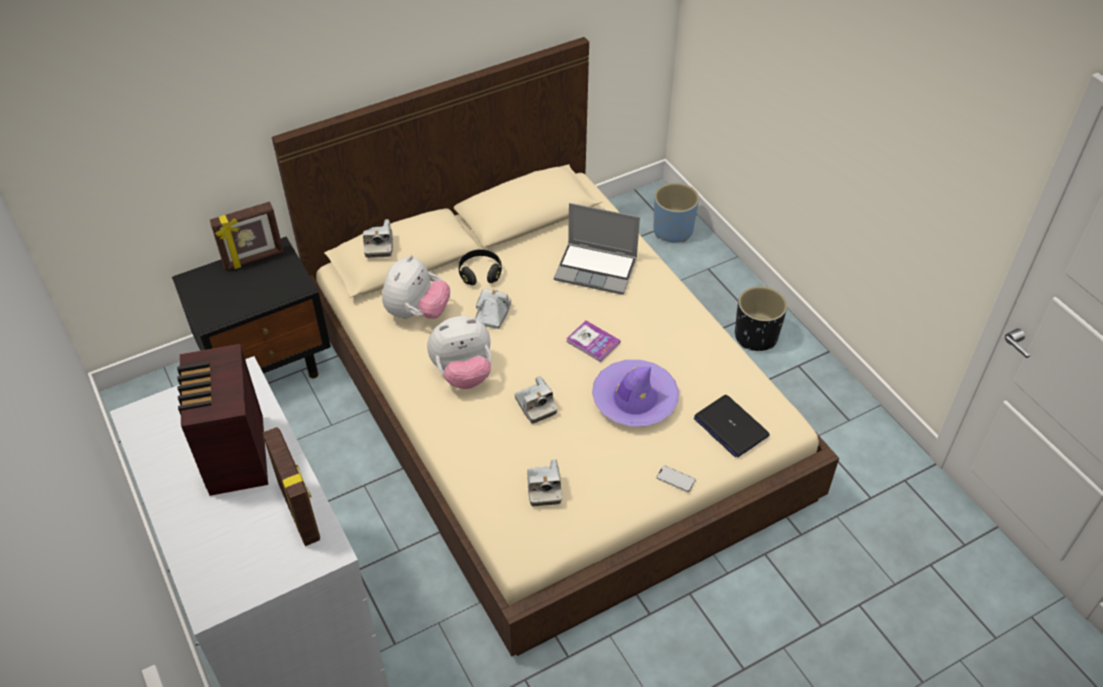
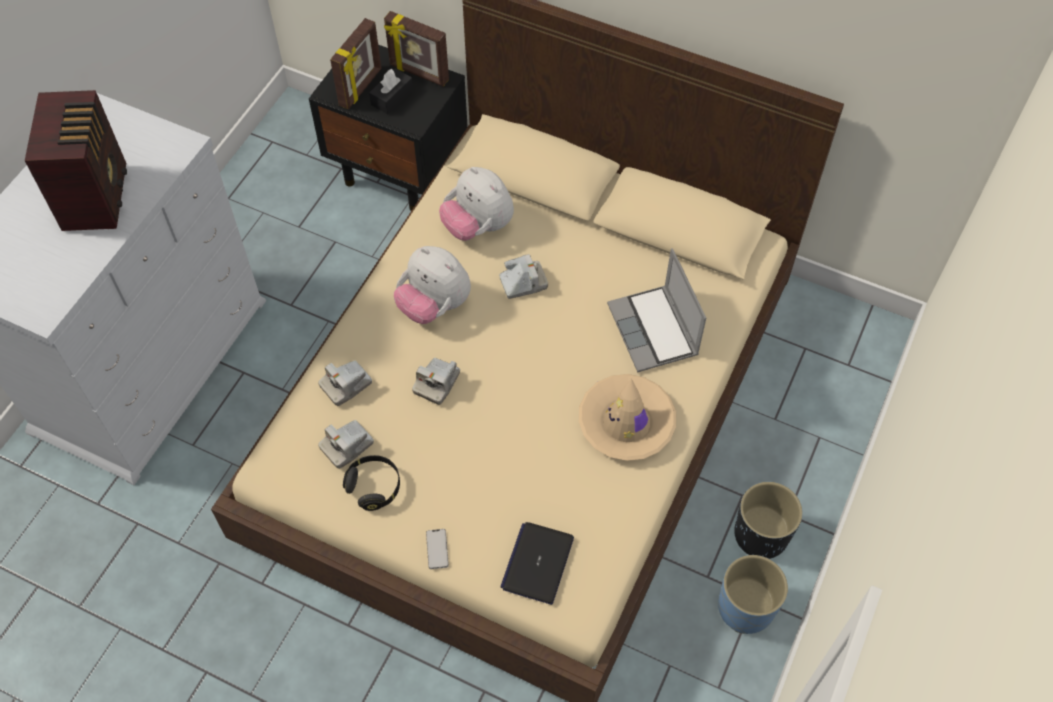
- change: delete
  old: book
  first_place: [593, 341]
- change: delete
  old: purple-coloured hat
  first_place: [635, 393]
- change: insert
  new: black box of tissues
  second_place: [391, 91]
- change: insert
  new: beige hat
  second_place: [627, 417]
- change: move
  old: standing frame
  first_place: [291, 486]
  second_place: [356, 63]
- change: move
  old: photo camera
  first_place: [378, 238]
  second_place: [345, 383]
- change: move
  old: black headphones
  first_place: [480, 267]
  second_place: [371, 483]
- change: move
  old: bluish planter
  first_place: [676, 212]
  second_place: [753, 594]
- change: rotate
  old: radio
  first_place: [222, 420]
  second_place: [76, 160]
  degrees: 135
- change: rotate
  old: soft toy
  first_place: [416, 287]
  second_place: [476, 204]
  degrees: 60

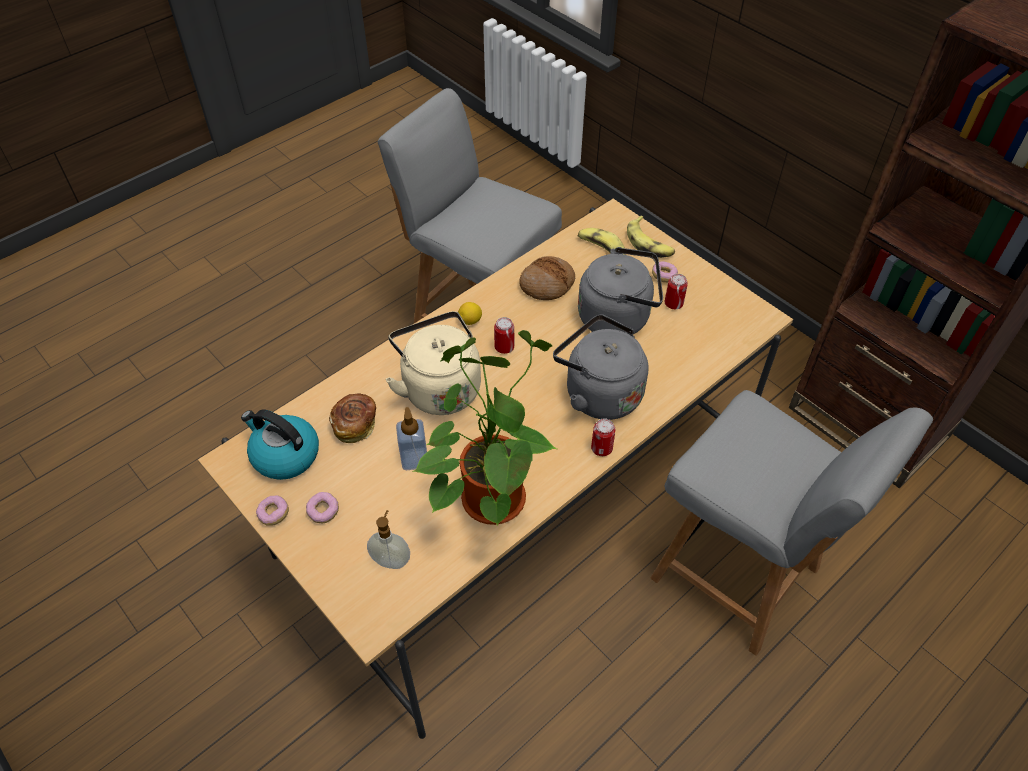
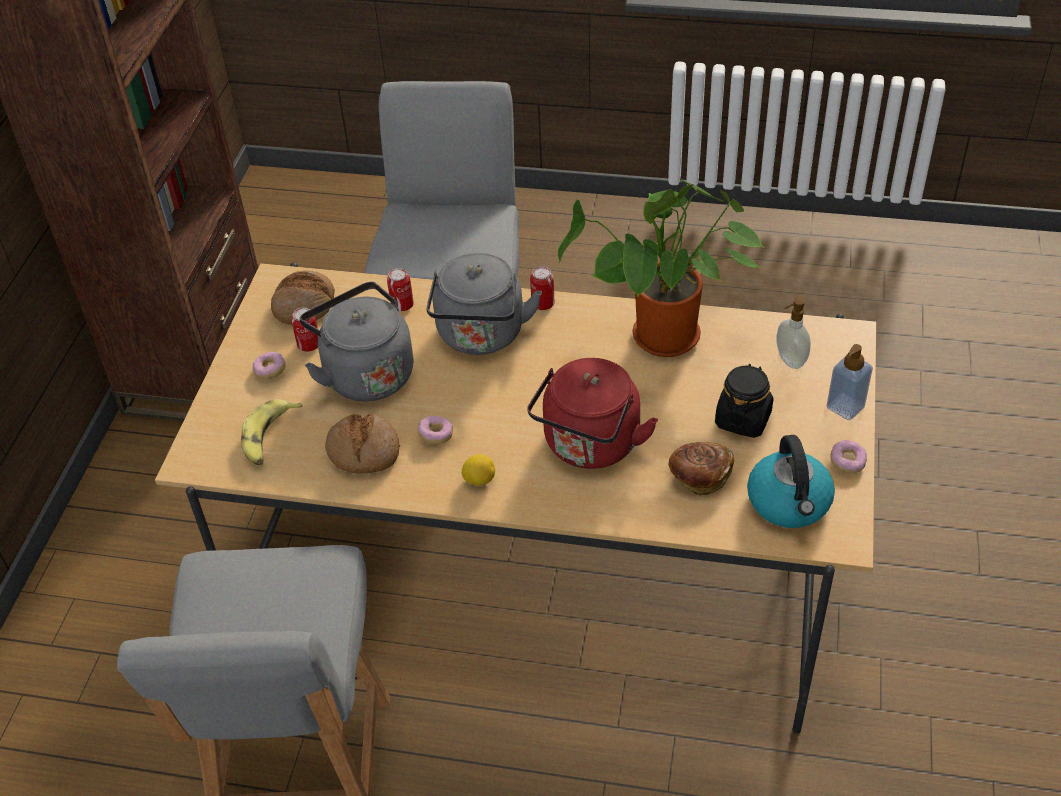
- change: delete
  old: banana fruit
  first_place: [651, 237]
- change: insert
  new: bakery bread
  second_place: [303, 297]
- change: insert
  new: black jar
  second_place: [744, 401]
- change: move
  old: doughnut
  first_place: [322, 507]
  second_place: [435, 430]
- change: move
  old: liquid soap bottle
  first_place: [411, 438]
  second_place: [849, 382]
- change: move
  old: metal can
  first_place: [504, 335]
  second_place: [400, 289]
- change: recolor
  old: beige tea kettle
  new: red tea kettle
  first_place: [433, 363]
  second_place: [592, 413]

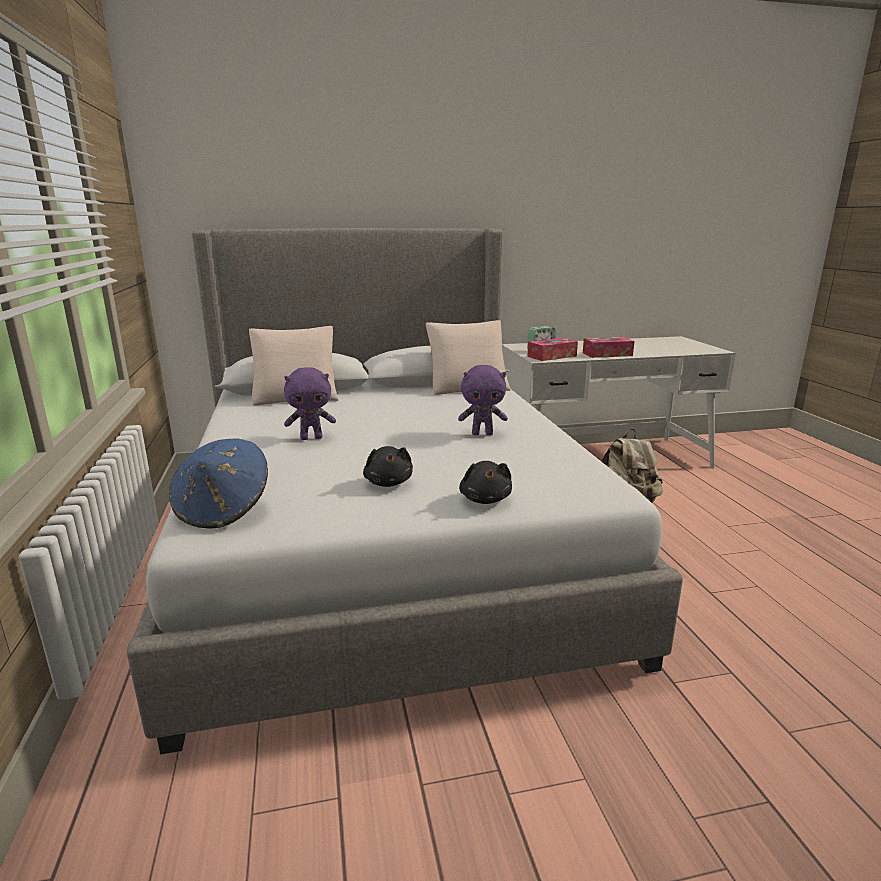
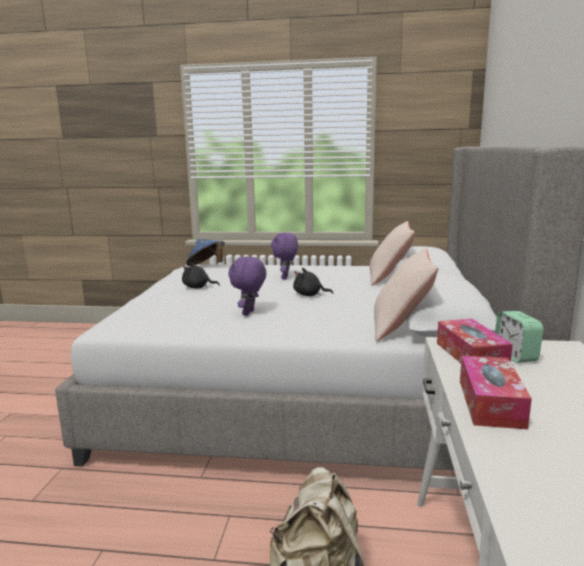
- change: move
  old: black soft toy
  first_place: [485, 482]
  second_place: [313, 282]

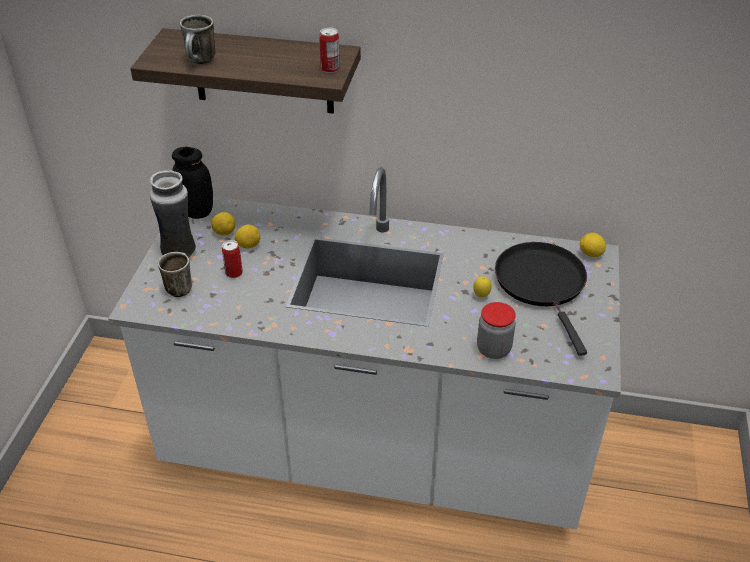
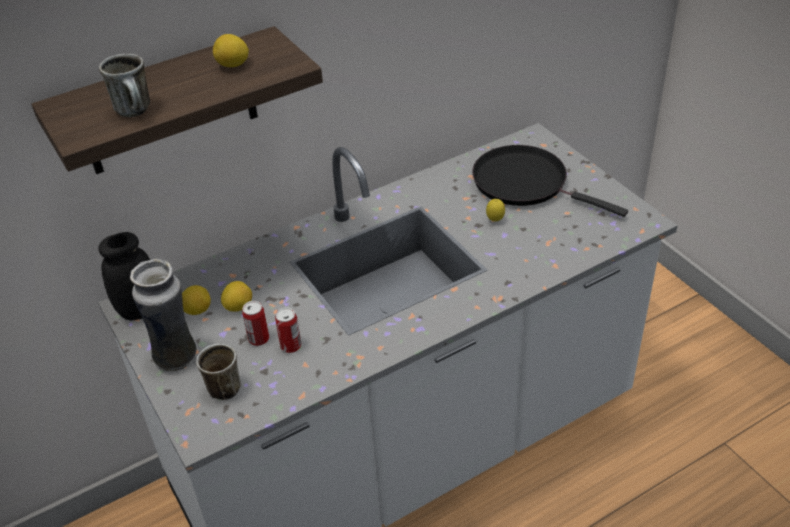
- change: delete
  old: jar
  first_place: [496, 330]
- change: move
  old: metal can
  first_place: [329, 50]
  second_place: [288, 330]
- change: move
  old: lemon
  first_place: [593, 245]
  second_place: [231, 50]

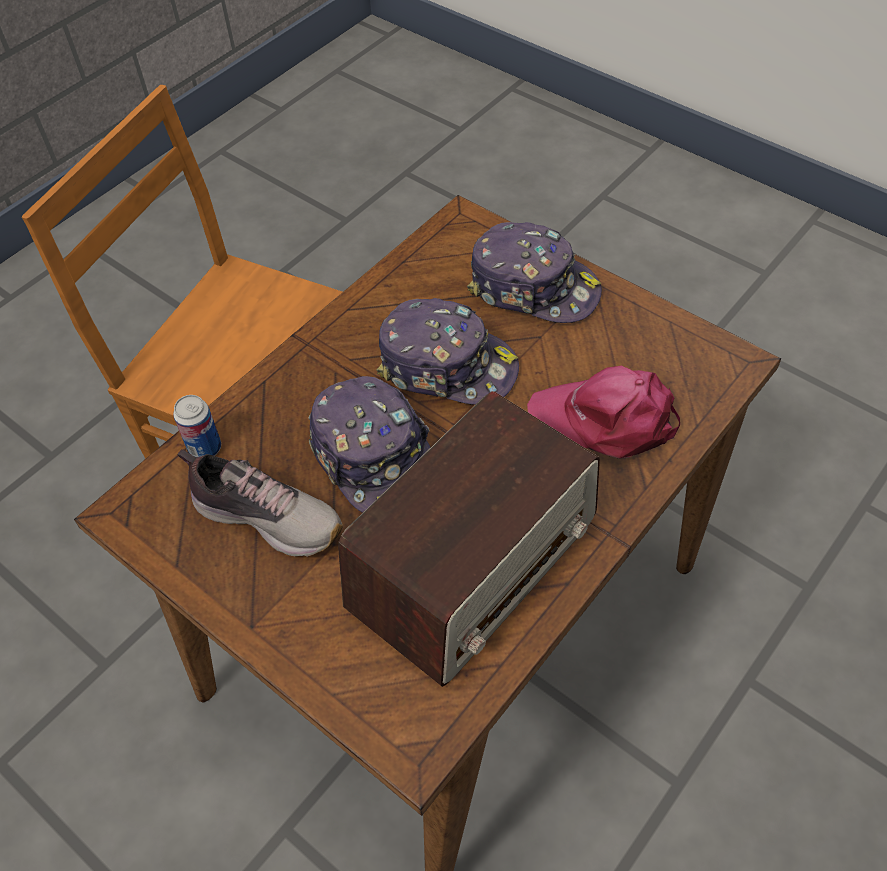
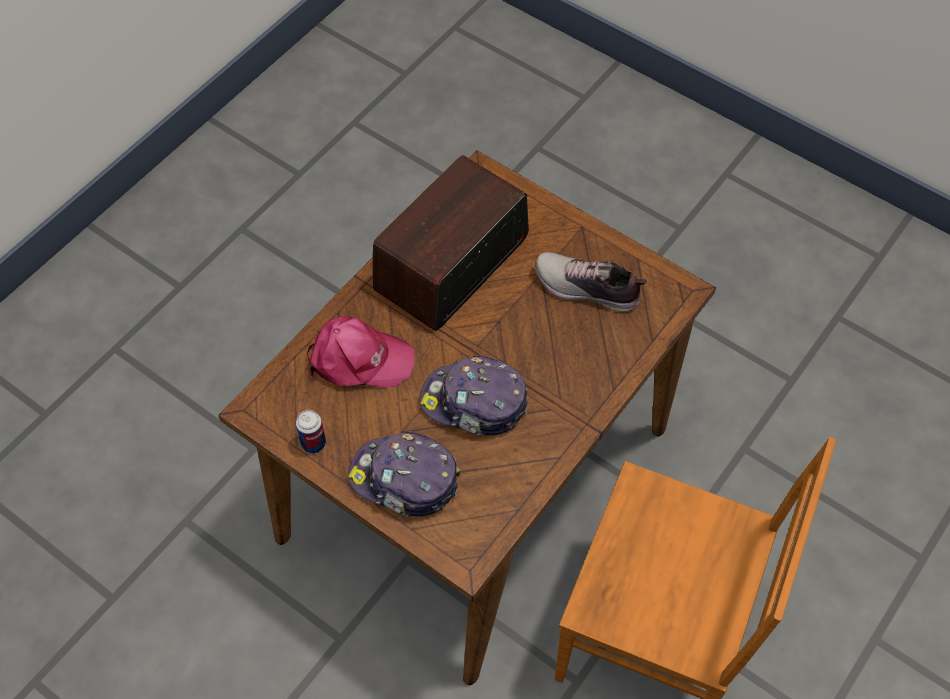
- change: delete
  old: cap
  first_place: [370, 444]
- change: move
  old: metal can
  first_place: [197, 426]
  second_place: [311, 431]

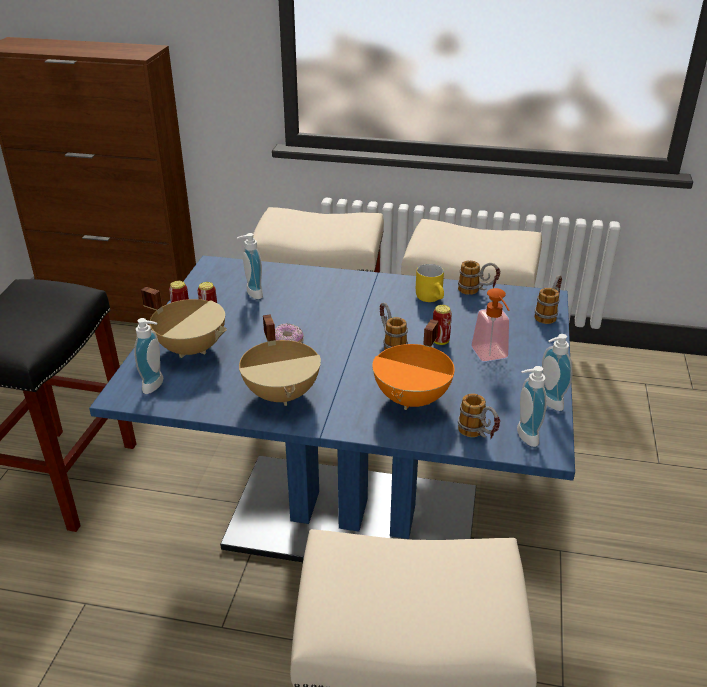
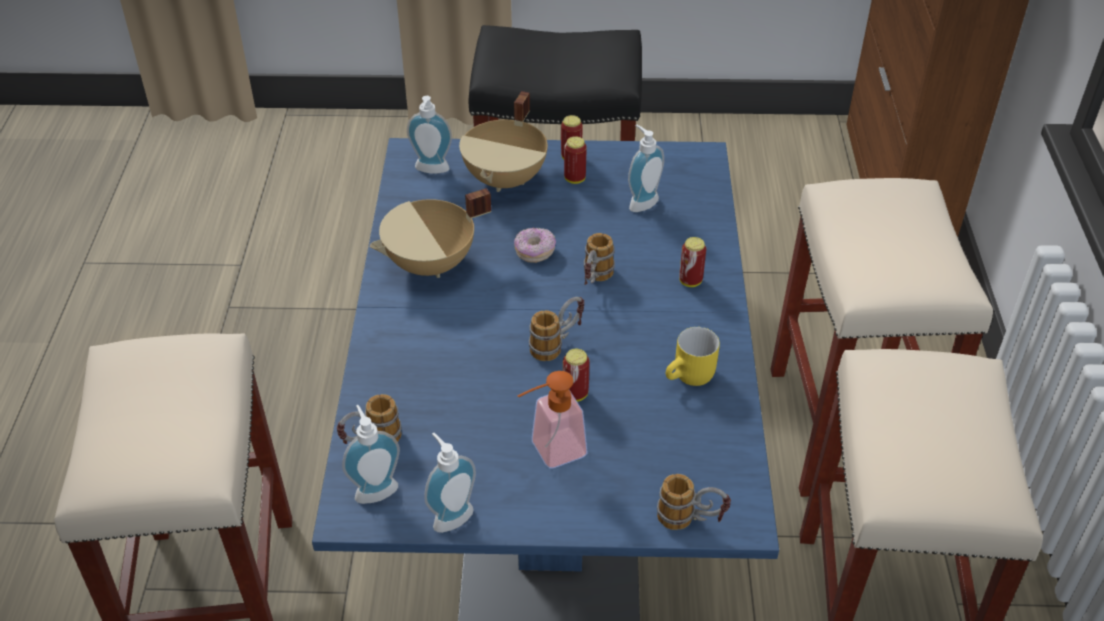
- change: delete
  old: orangey saucepot
  first_place: [413, 364]
- change: insert
  new: metal can
  second_place: [692, 262]
- change: move
  old: tea mug
  first_place: [479, 277]
  second_place: [599, 259]

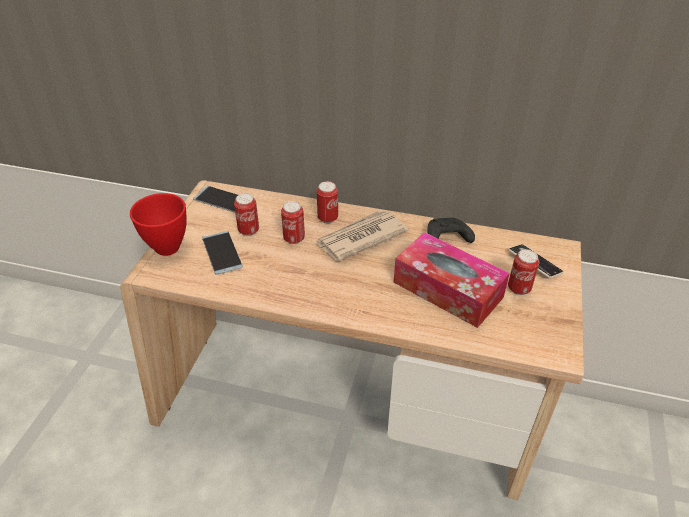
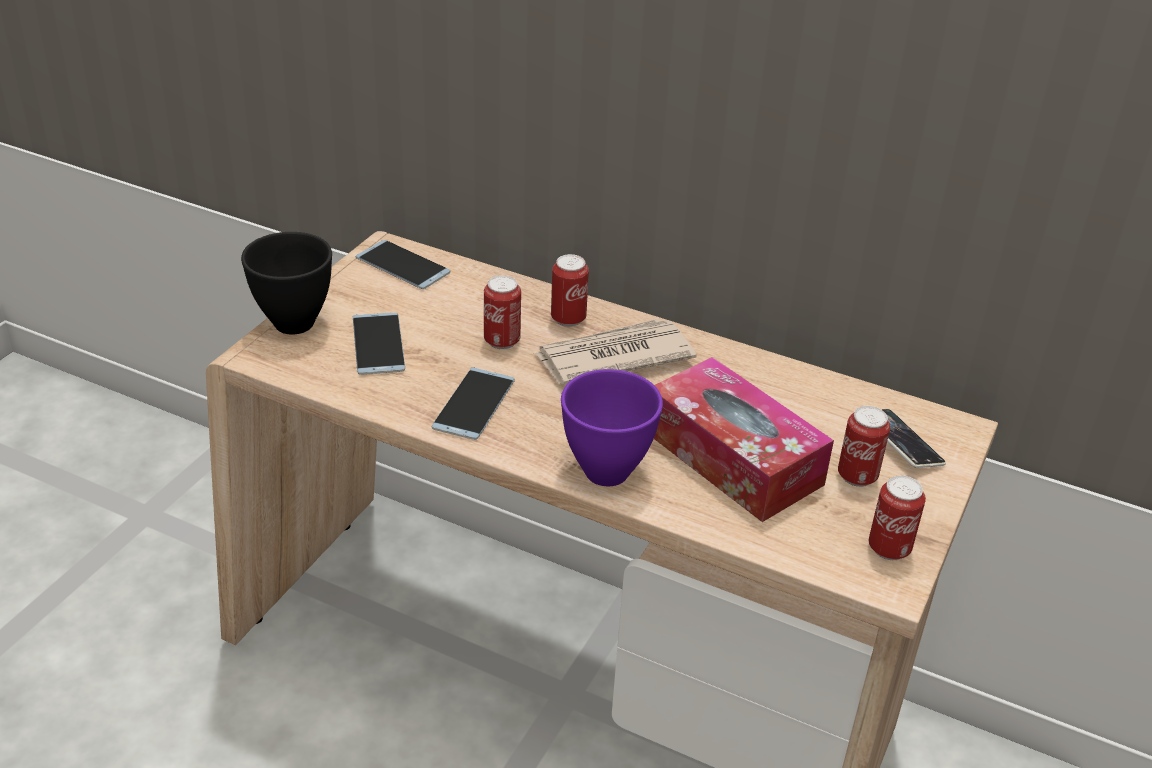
- change: delete
  old: black gamepad
  first_place: [451, 230]
- change: insert
  new: telephone
  second_place: [473, 403]
- change: insert
  new: purple-coloured deep dish
  second_place: [612, 427]
- change: move
  old: metal can
  first_place: [246, 214]
  second_place: [897, 517]
- change: recolor
  old: red deep dish
  new: black deep dish
  first_place: [158, 224]
  second_place: [286, 283]

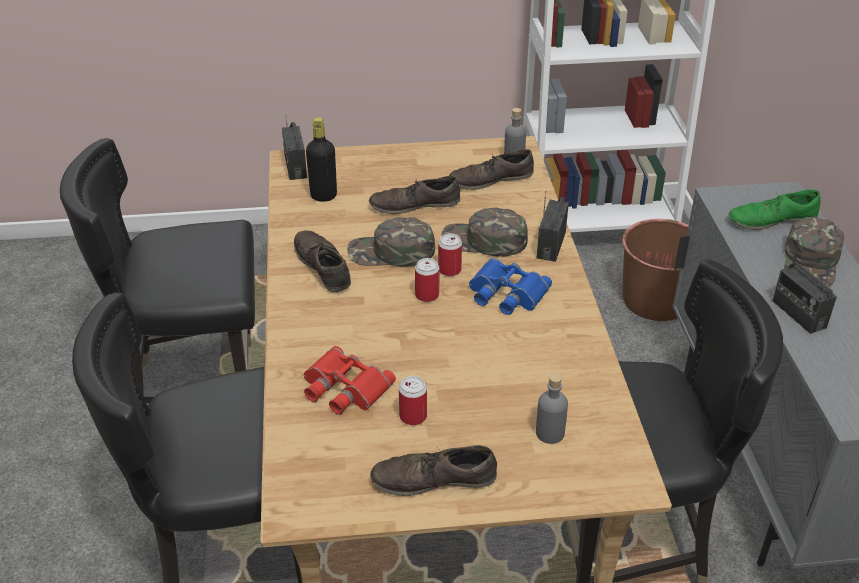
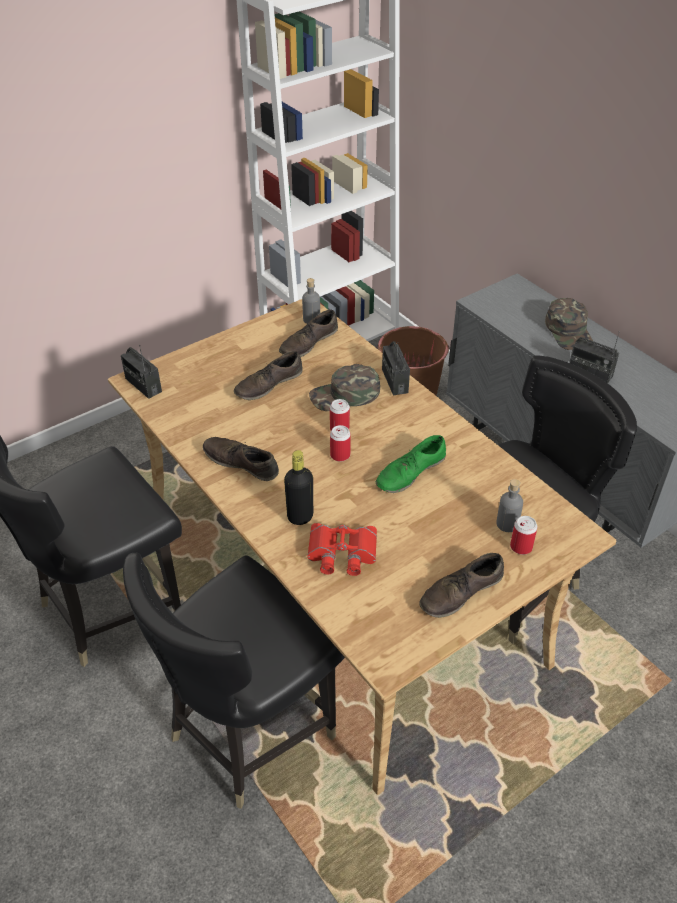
- change: delete
  old: green-coloured cap
  first_place: [391, 242]
- change: delete
  old: bluish field glasses
  first_place: [510, 286]
- change: move
  old: black beverage bottle
  first_place: [321, 159]
  second_place: [298, 487]
- change: move
  old: metal can
  first_place: [413, 400]
  second_place: [523, 535]
- change: move
  old: green-coloured low shoe
  first_place: [775, 210]
  second_place: [411, 464]

